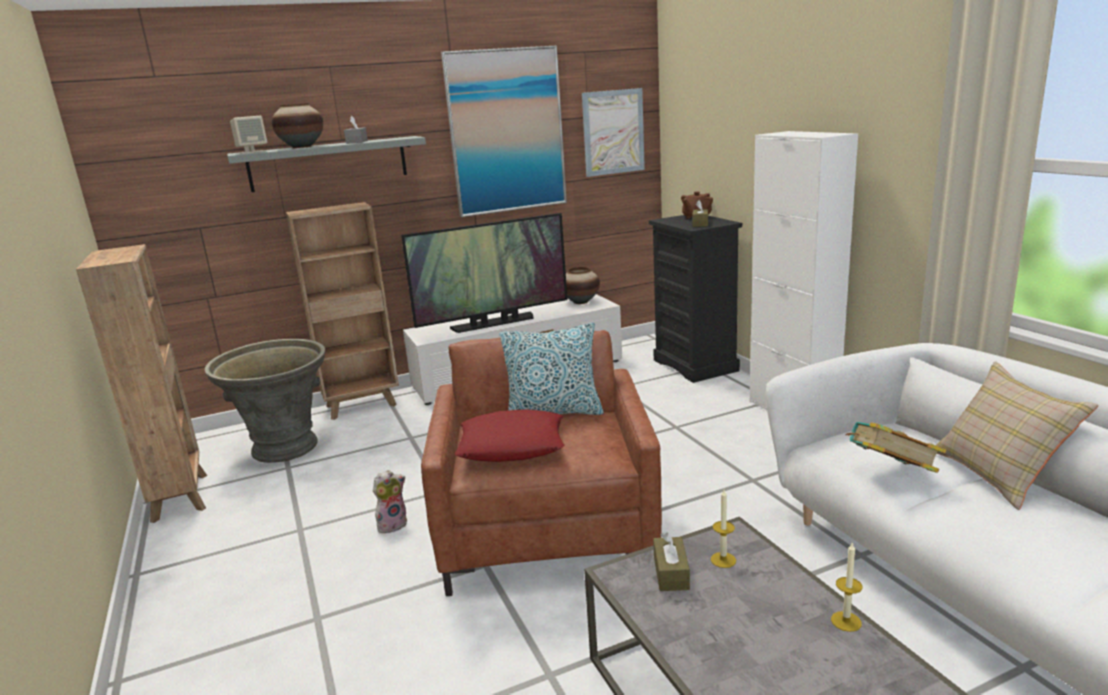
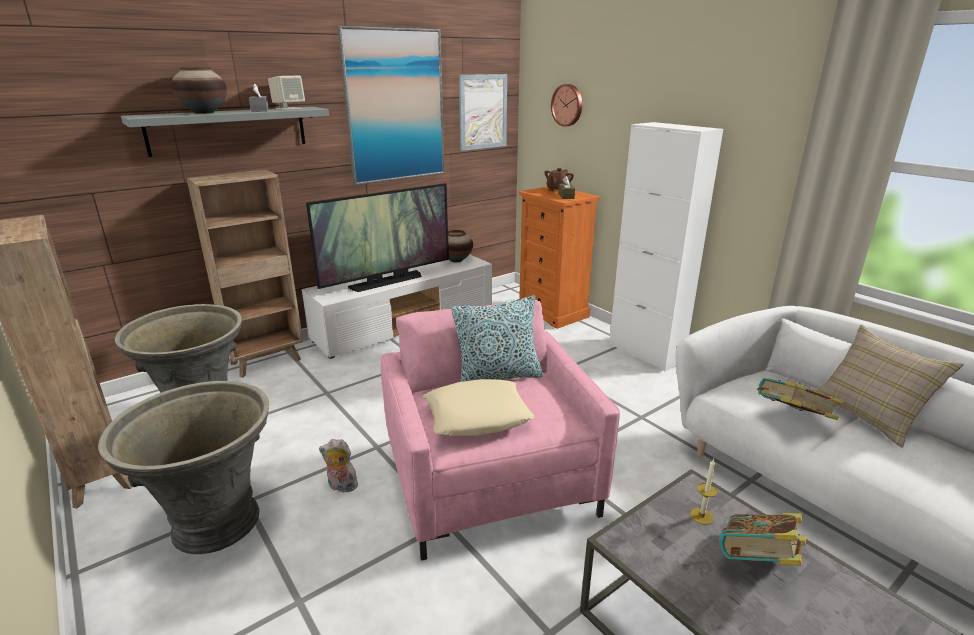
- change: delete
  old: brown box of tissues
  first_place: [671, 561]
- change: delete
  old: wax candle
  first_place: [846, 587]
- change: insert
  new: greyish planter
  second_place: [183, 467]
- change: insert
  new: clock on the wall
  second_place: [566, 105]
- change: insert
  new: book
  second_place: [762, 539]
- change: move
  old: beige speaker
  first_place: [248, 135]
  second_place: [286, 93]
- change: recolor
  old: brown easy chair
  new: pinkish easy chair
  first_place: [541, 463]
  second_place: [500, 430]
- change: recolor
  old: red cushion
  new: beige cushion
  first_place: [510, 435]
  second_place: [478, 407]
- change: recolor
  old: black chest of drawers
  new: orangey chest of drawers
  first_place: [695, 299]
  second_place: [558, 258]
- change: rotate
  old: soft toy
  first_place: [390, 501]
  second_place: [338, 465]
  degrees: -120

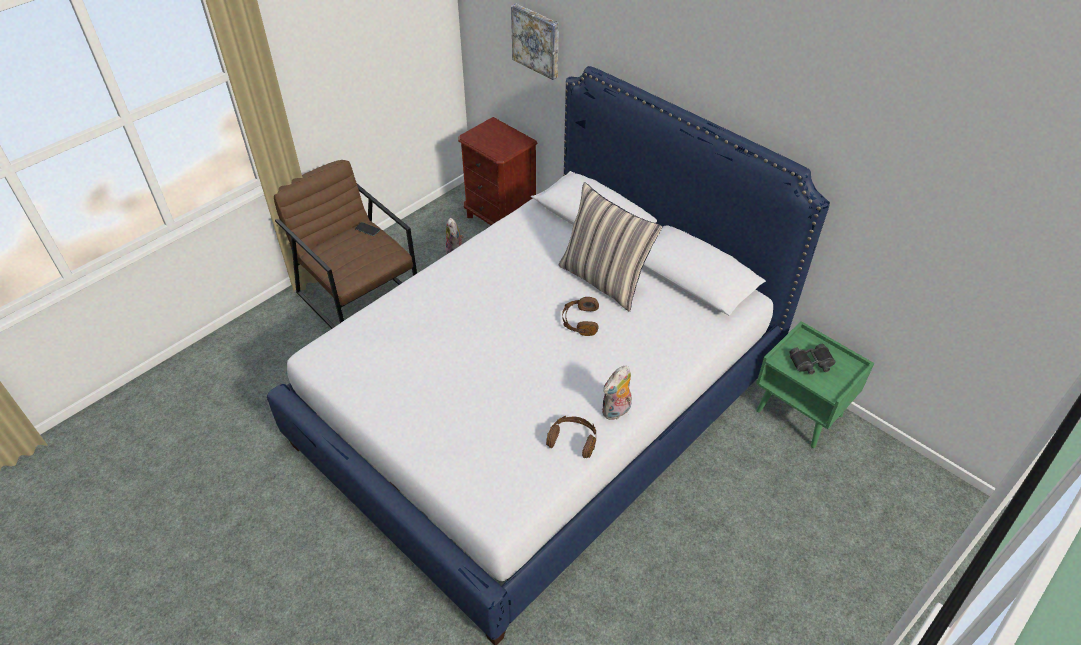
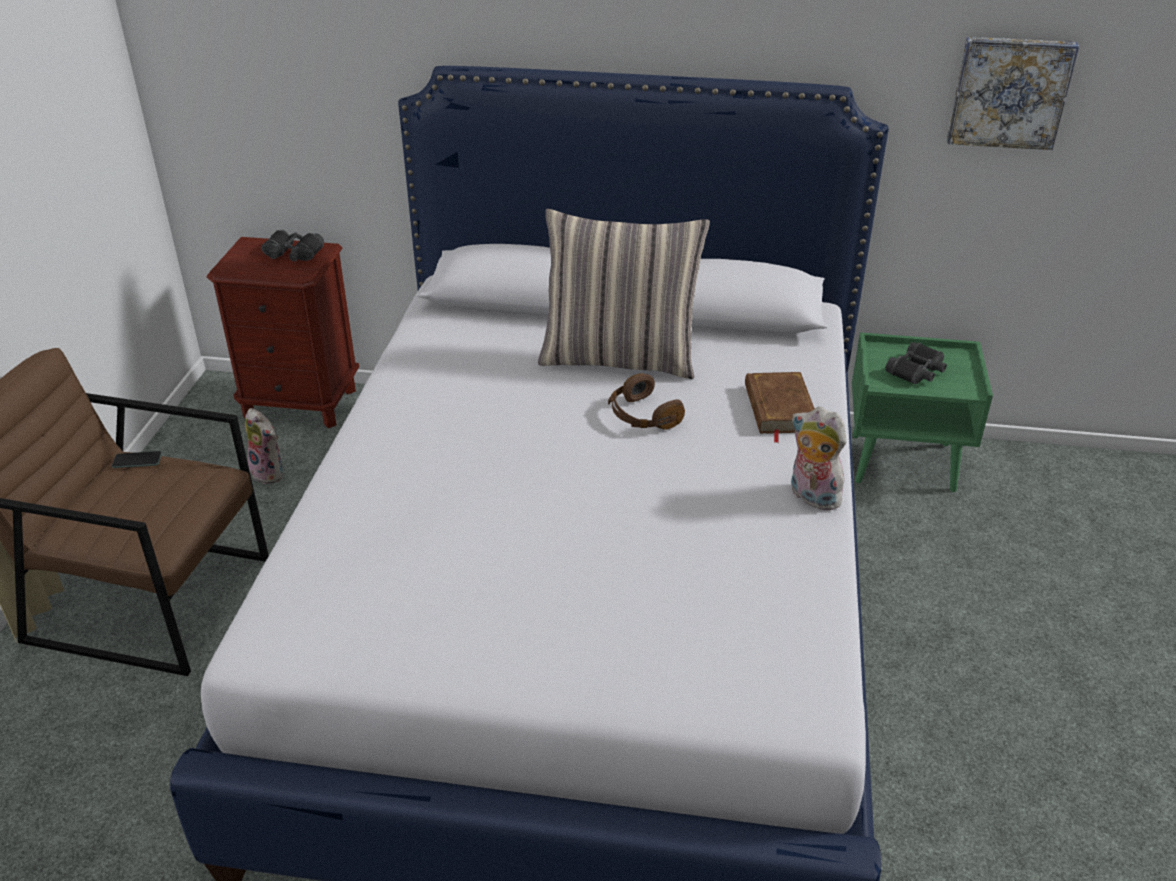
- change: delete
  old: brown headphones
  first_place: [571, 437]
- change: insert
  new: black field glasses
  second_place: [292, 245]
- change: insert
  new: brown book
  second_place: [780, 407]
- change: move
  old: wall art
  first_place: [535, 42]
  second_place: [1013, 93]
- change: rotate
  old: soft toy
  first_place: [617, 393]
  second_place: [820, 458]
  degrees: 120

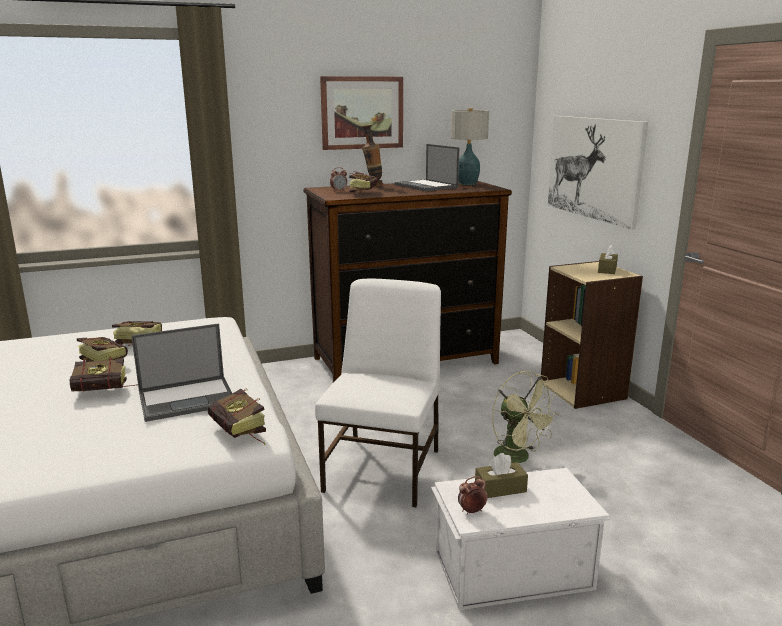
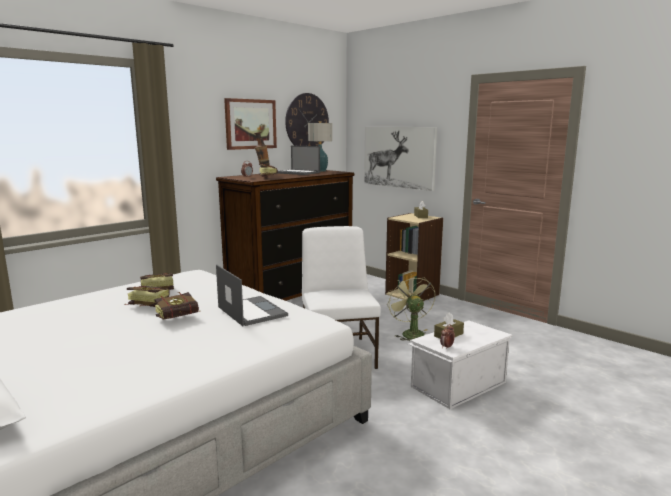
- change: delete
  old: book
  first_place: [237, 417]
- change: insert
  new: clock on the wall
  second_place: [307, 119]
- change: rotate
  old: laptop
  first_place: [181, 372]
  second_place: [252, 295]
  degrees: -75
- change: rotate
  old: green-coloured cooling fan
  first_place: [525, 417]
  second_place: [411, 308]
  degrees: -135

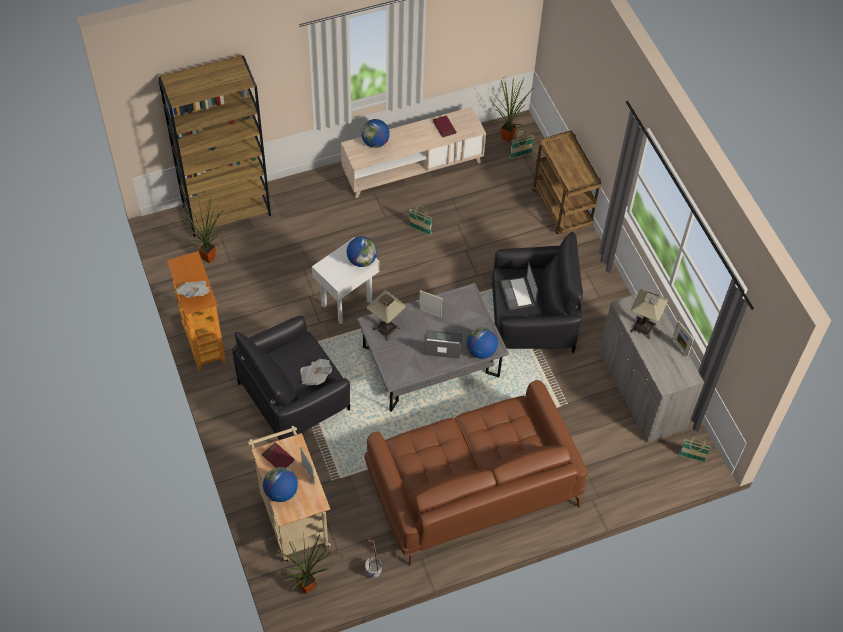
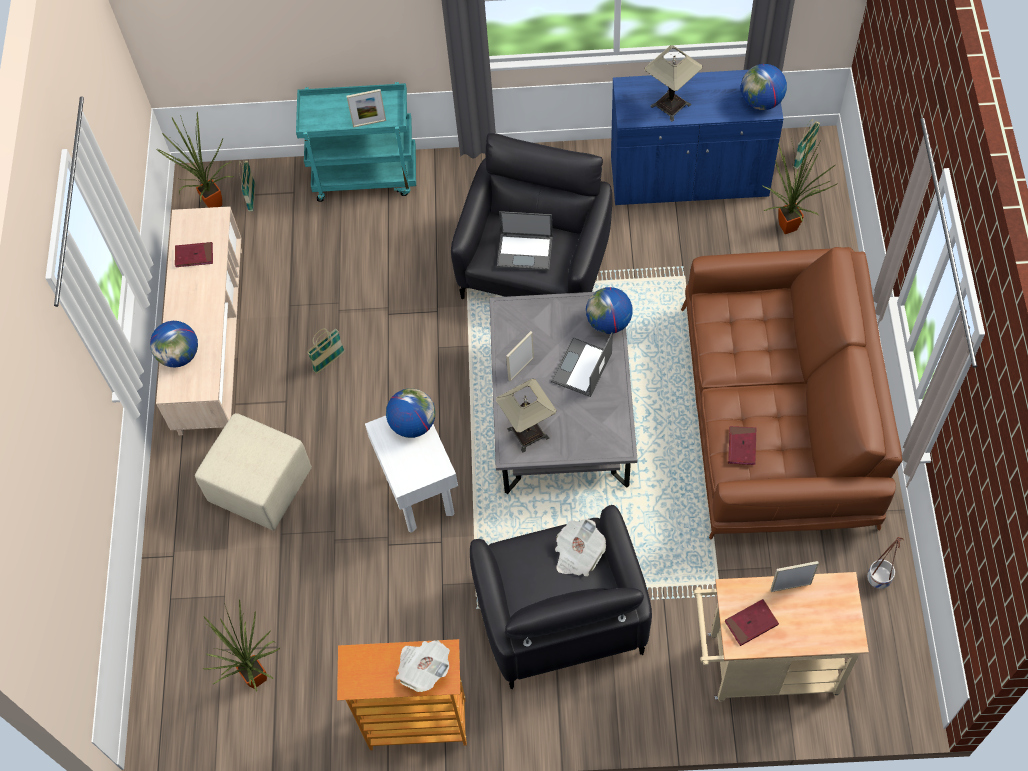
- change: delete
  old: brown bookshelf
  first_place: [214, 146]
- change: insert
  new: beige footrest
  second_place: [253, 471]
- change: insert
  new: red book
  second_place: [742, 445]
- change: move
  old: desk globe
  first_place: [280, 484]
  second_place: [764, 87]
- change: move
  old: houseplant
  first_place: [305, 564]
  second_place: [800, 181]
- change: move
  old: standing frame
  first_place: [683, 339]
  second_place: [366, 108]
- change: recolor
  old: brown trolley
  new: turquoise-coloured trolley
  first_place: [567, 182]
  second_place: [356, 142]
- change: recolor
  old: greyish cabinet
  new: bluish cabinet
  first_place: [651, 366]
  second_place: [697, 137]

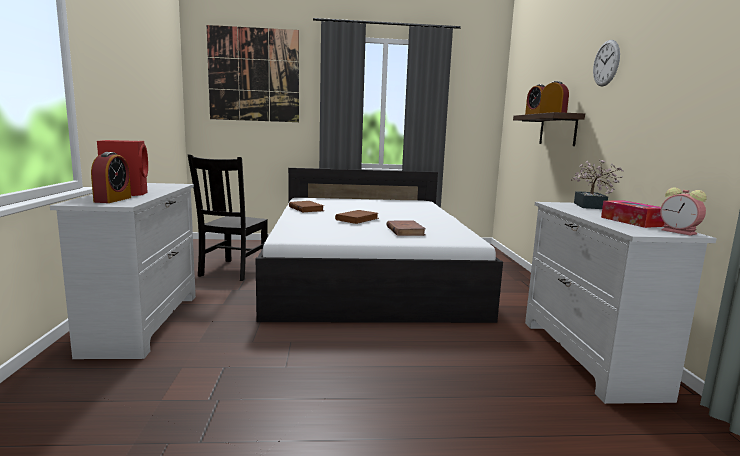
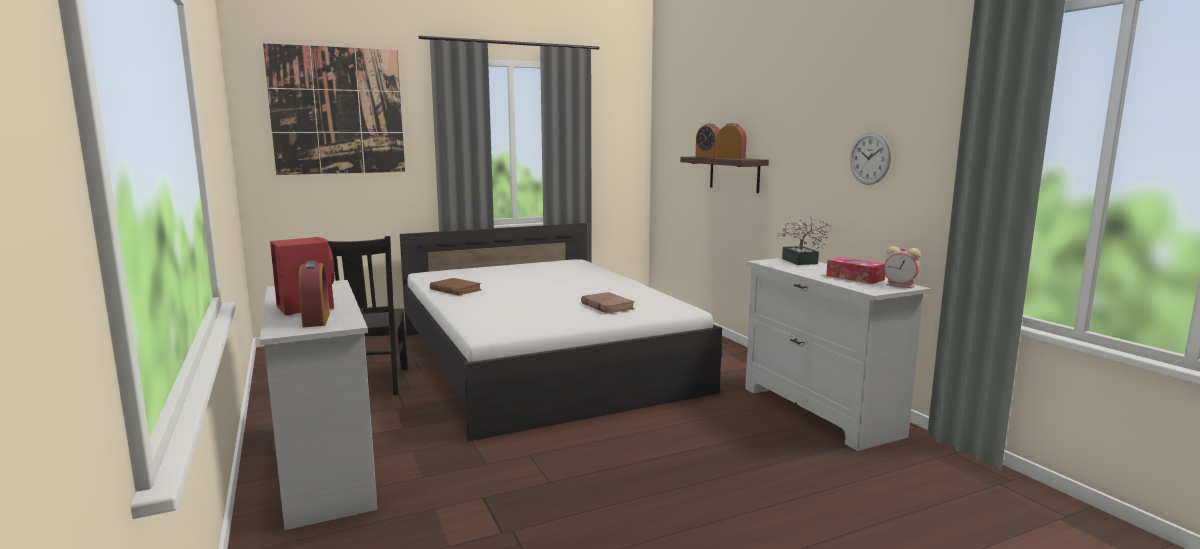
- change: delete
  old: brown book
  first_place: [357, 217]
- change: move
  old: clock on the wall
  first_place: [606, 63]
  second_place: [870, 158]

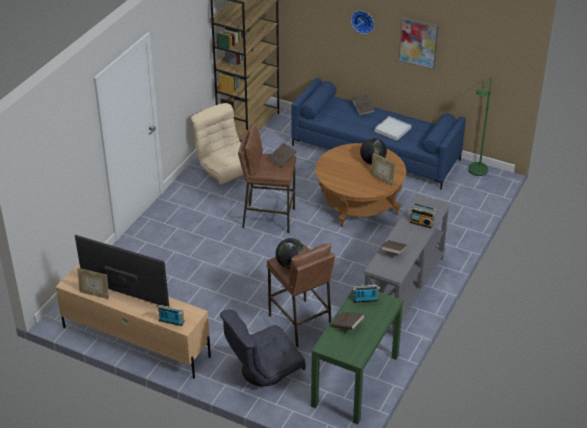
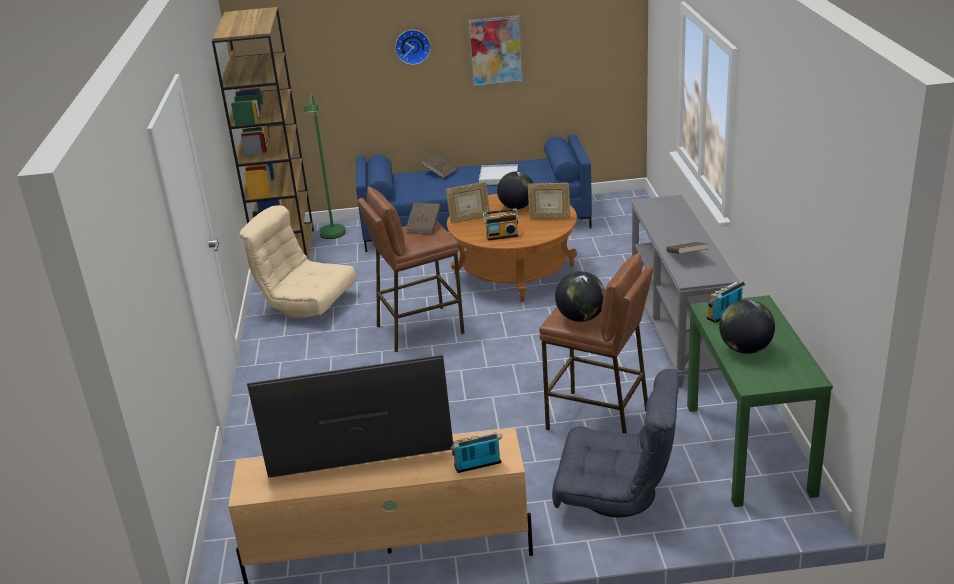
- change: move
  old: standing frame
  first_place: [93, 283]
  second_place: [468, 202]
- change: move
  old: radio
  first_place: [423, 216]
  second_place: [501, 224]
- change: move
  old: green-coloured floor lamp
  first_place: [480, 127]
  second_place: [324, 166]
- change: replace
  old: brown book
  new: desk globe
  first_place: [348, 321]
  second_place: [747, 327]
- change: rotate
  old: greyish easy chair
  first_place: [263, 348]
  second_place: [615, 443]
  degrees: -105

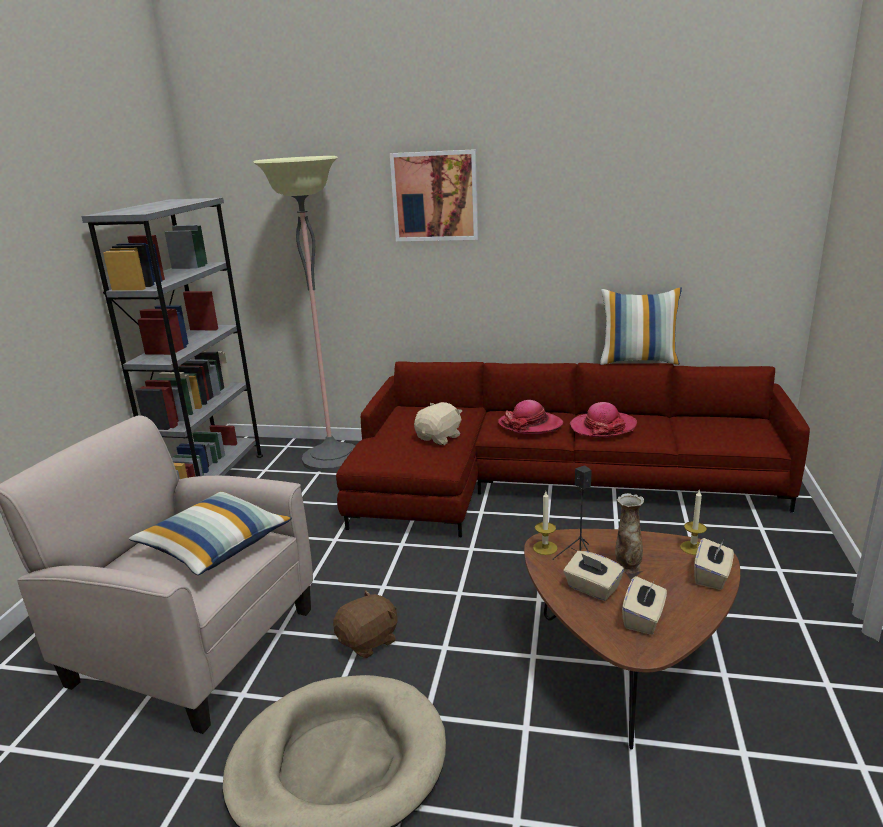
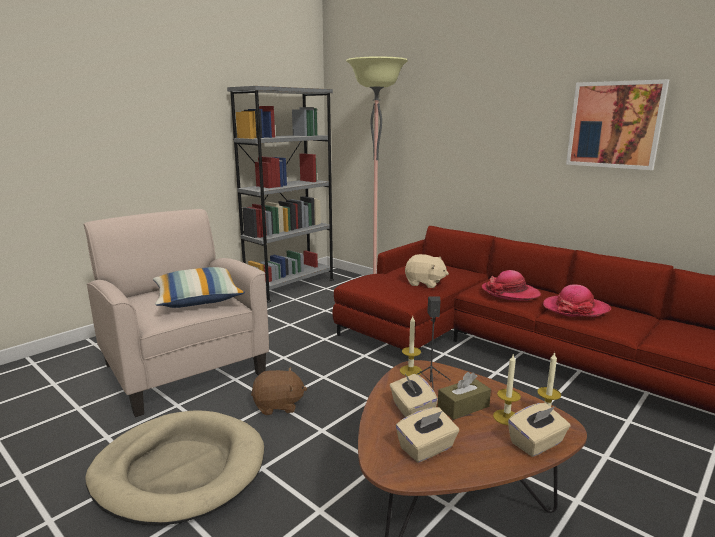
- change: delete
  old: cushion
  first_place: [641, 326]
- change: insert
  new: wax candle
  second_place: [507, 389]
- change: move
  old: wall art
  first_place: [434, 195]
  second_place: [617, 124]
- change: replace
  old: decorative vase
  new: brown box of tissues
  first_place: [629, 533]
  second_place: [464, 396]
- change: rotate
  old: beige soft toy
  first_place: [438, 423]
  second_place: [427, 271]
  degrees: 45

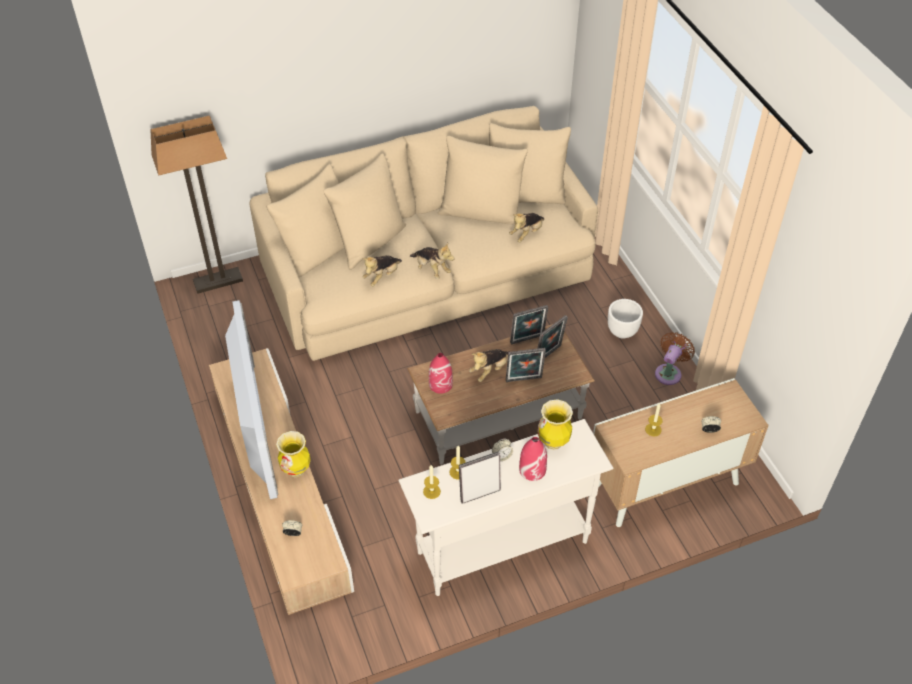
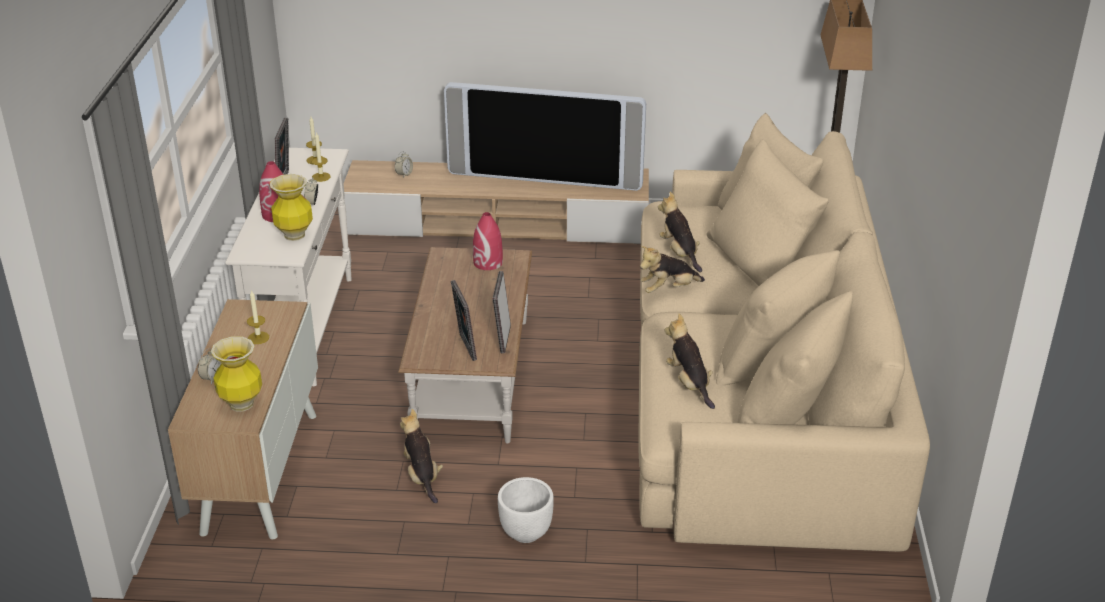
- change: delete
  old: standing frame
  first_place: [526, 365]
- change: delete
  old: brown cooling fan
  first_place: [675, 358]
- change: move
  old: decorative vase
  first_place: [293, 454]
  second_place: [236, 374]
- change: move
  old: soft toy
  first_place: [489, 365]
  second_place: [421, 456]

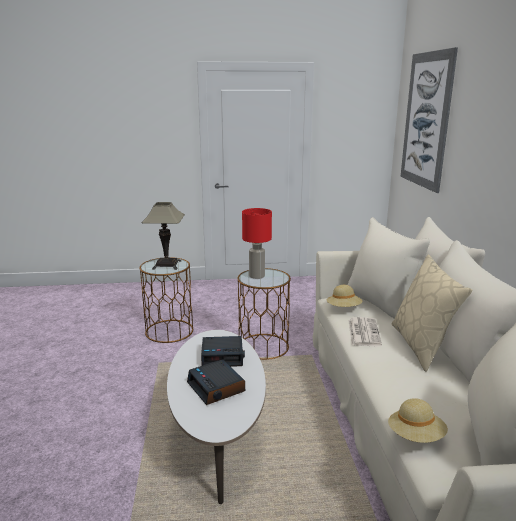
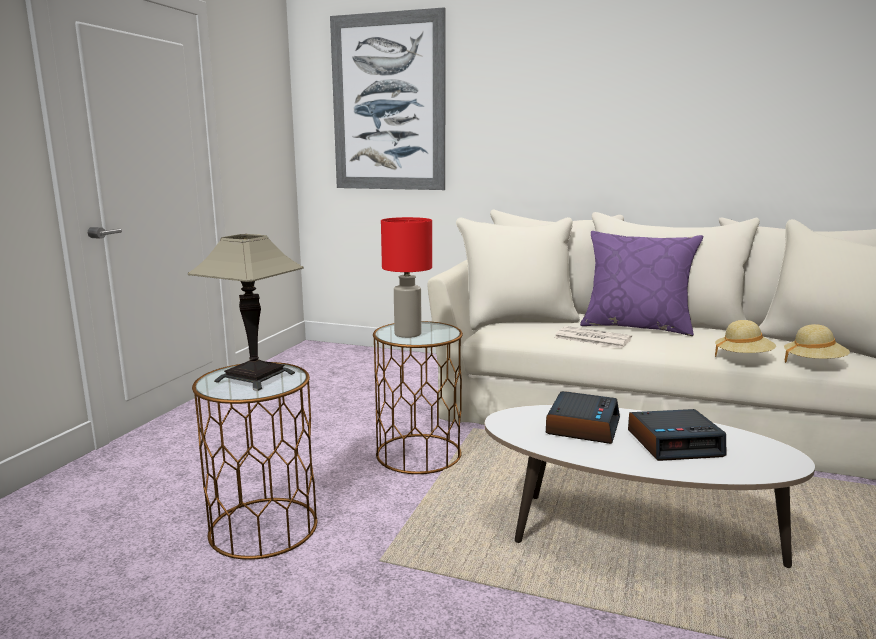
- change: move
  old: beige hat
  first_place: [345, 296]
  second_place: [745, 338]
- change: recolor
  old: beige cushion
  new: purple-coloured cushion
  first_place: [432, 313]
  second_place: [641, 283]

